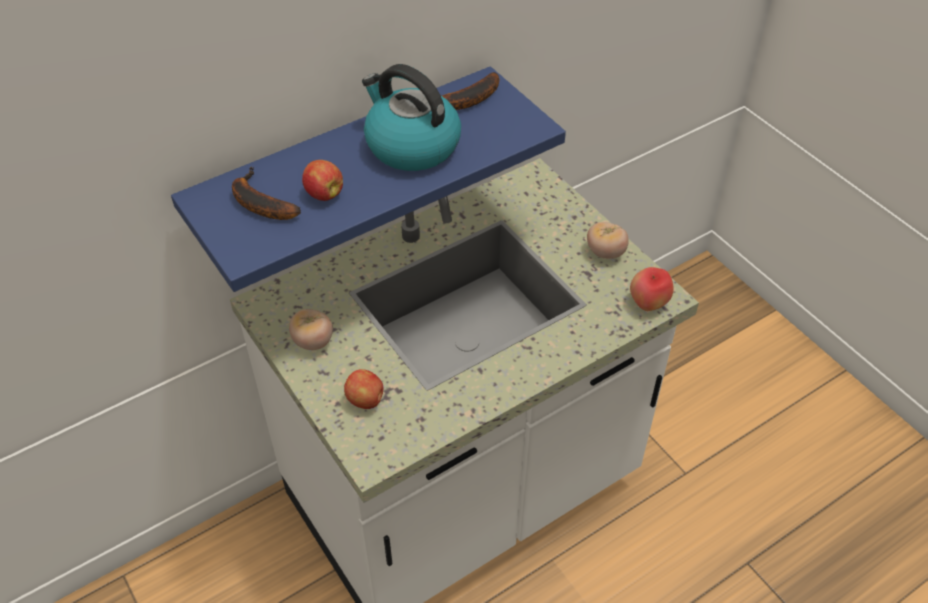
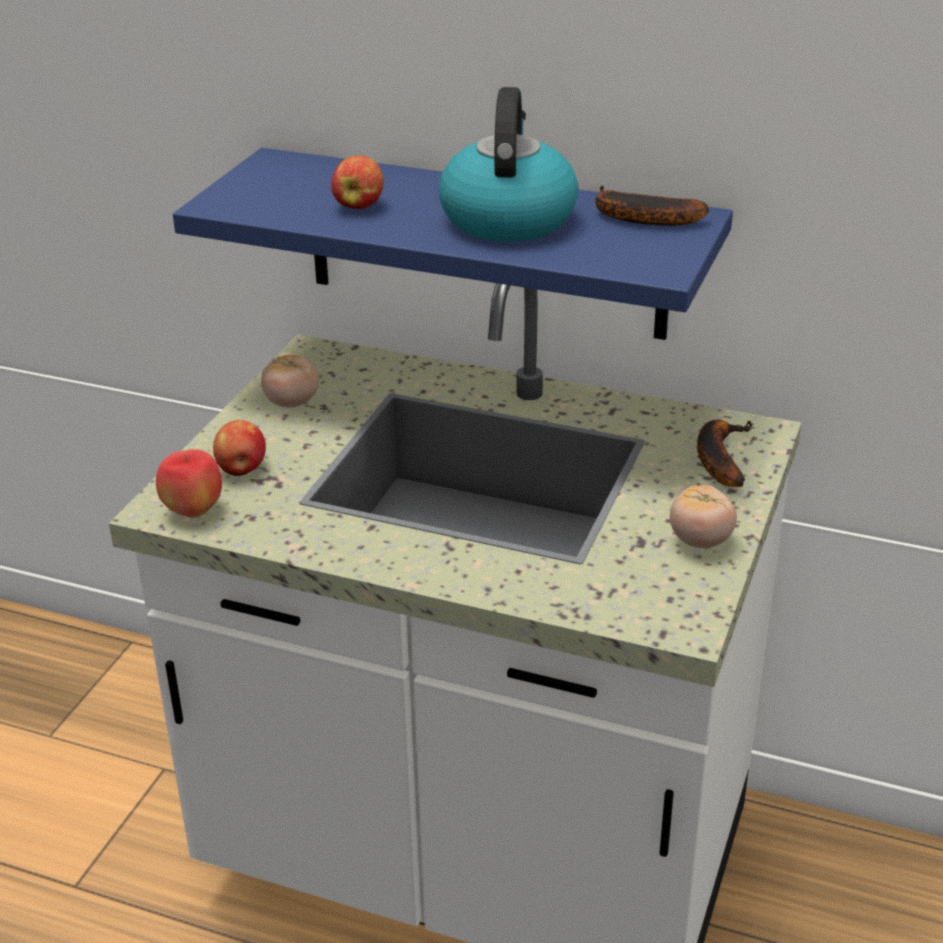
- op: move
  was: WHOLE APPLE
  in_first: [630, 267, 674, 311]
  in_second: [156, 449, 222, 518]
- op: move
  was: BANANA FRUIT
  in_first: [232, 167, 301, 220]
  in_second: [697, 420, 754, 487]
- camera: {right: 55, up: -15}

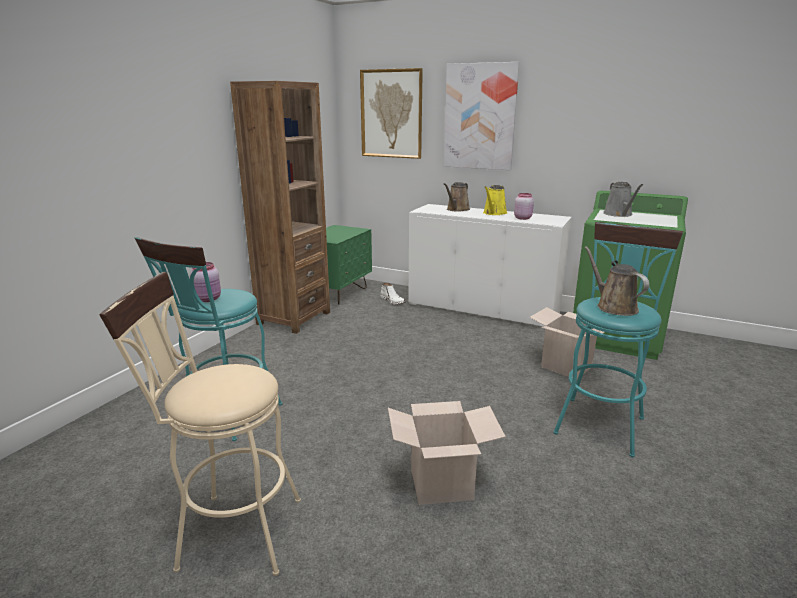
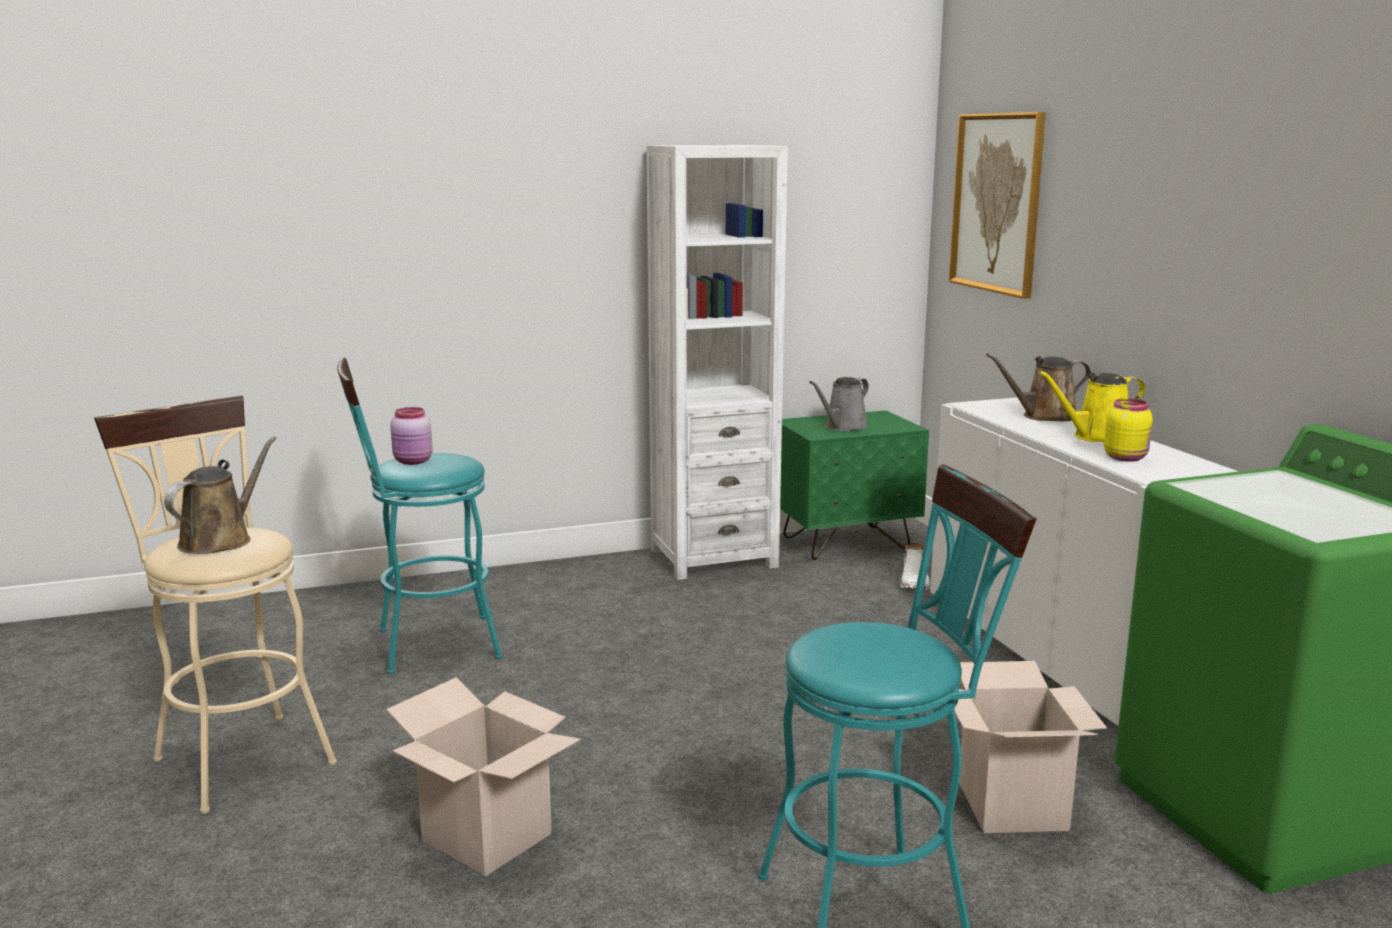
- op: move
  was: BROWNISH WATERING POT
  in_first: [584, 246, 649, 316]
  in_second: [164, 436, 276, 554]
- op: recolor
  was: BROWNISH BOOKSHELF
  now: WHITISH BOOKSHELF
  in_first: [230, 81, 330, 334]
  in_second: [646, 145, 788, 580]
- op: move
  was: GRAY WATERING POT
  in_first: [603, 182, 643, 217]
  in_second: [809, 377, 869, 431]
- op: recolor
  was: PINKISH JAR
  now: YELLOW JAR
  in_first: [514, 193, 534, 220]
  in_second: [1104, 398, 1153, 462]
- op: delete
  was: WALL PICTURE
  in_first: [444, 62, 519, 170]
- camera: {right: 45, up: -5}

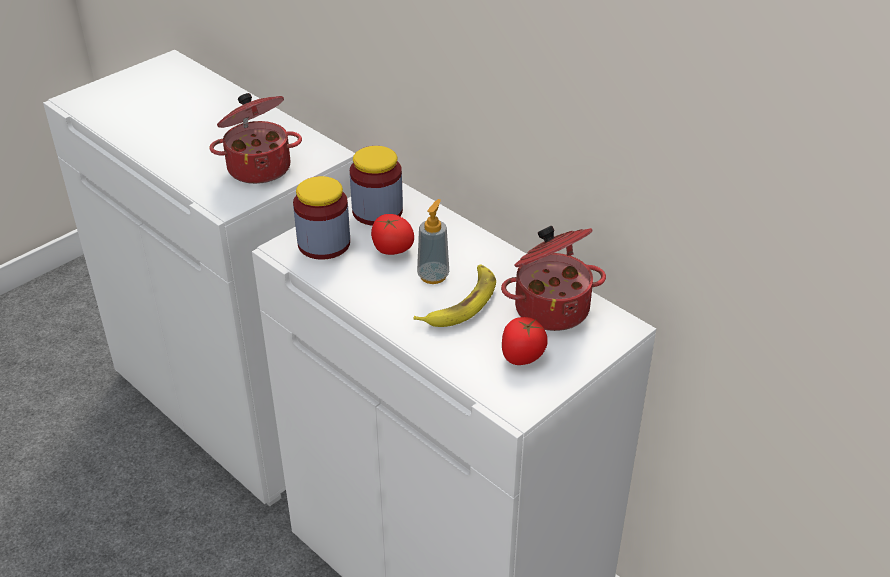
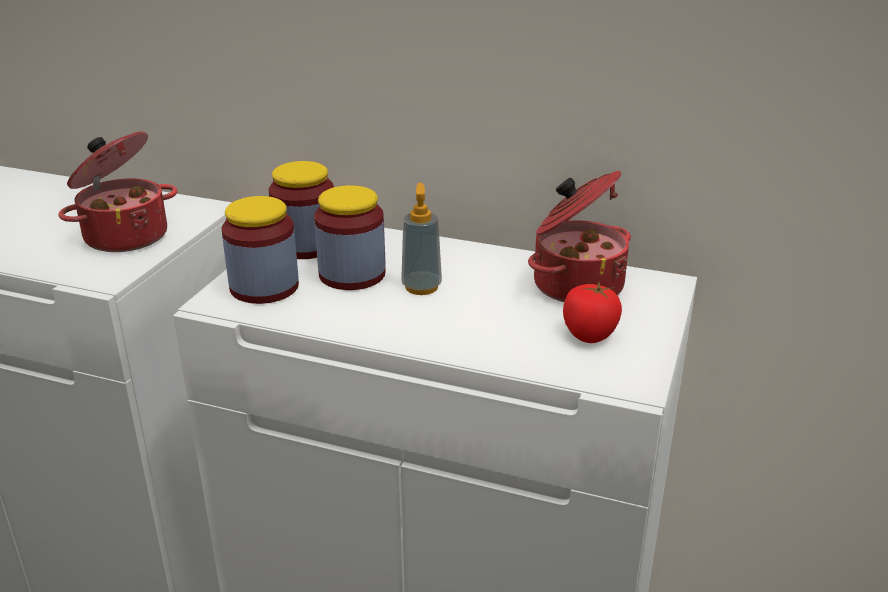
- op: replace
  was: WHOLE TOMATO
  now: JAR
  in_first: [371, 214, 414, 255]
  in_second: [314, 185, 386, 290]
- op: delete
  was: BANANA FRUIT
  in_first: [413, 265, 496, 327]
- camera: {right: -25, up: -10}

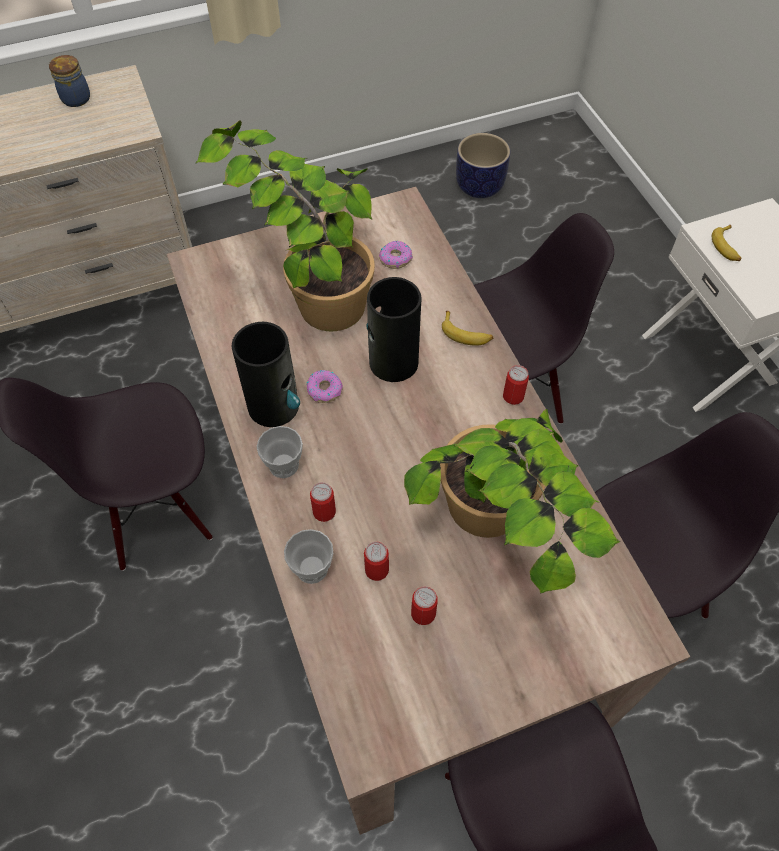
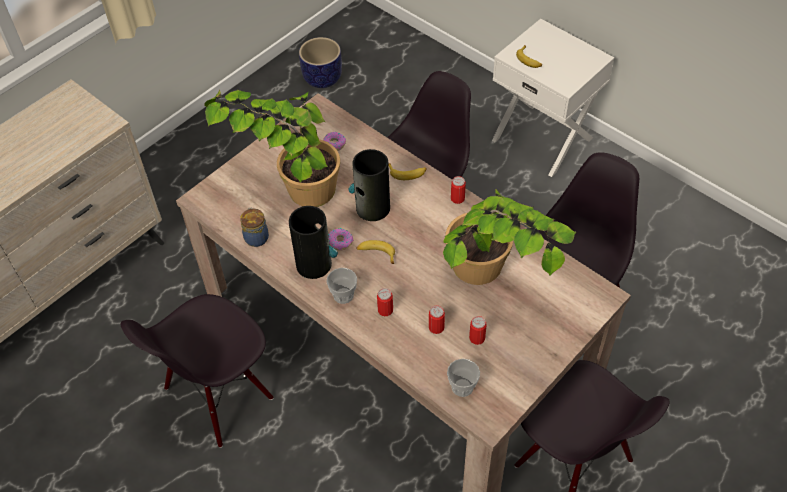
- op: move
  was: JAR
  in_first: [49, 55, 90, 107]
  in_second: [240, 208, 269, 247]
- op: insert
  now: BANANA FRUIT
  in_second: [356, 240, 395, 264]
- op: move
  was: SMALL CUP
  in_first: [284, 529, 333, 584]
  in_second: [447, 359, 480, 397]
- camera: {right: -25, up: -5}

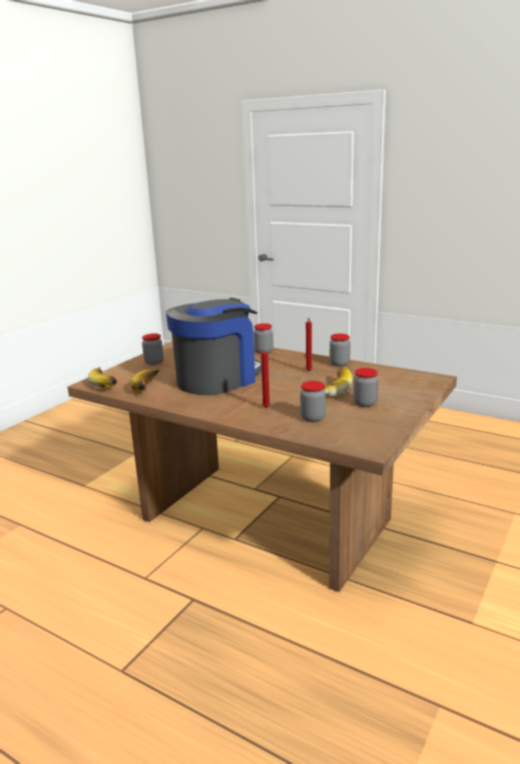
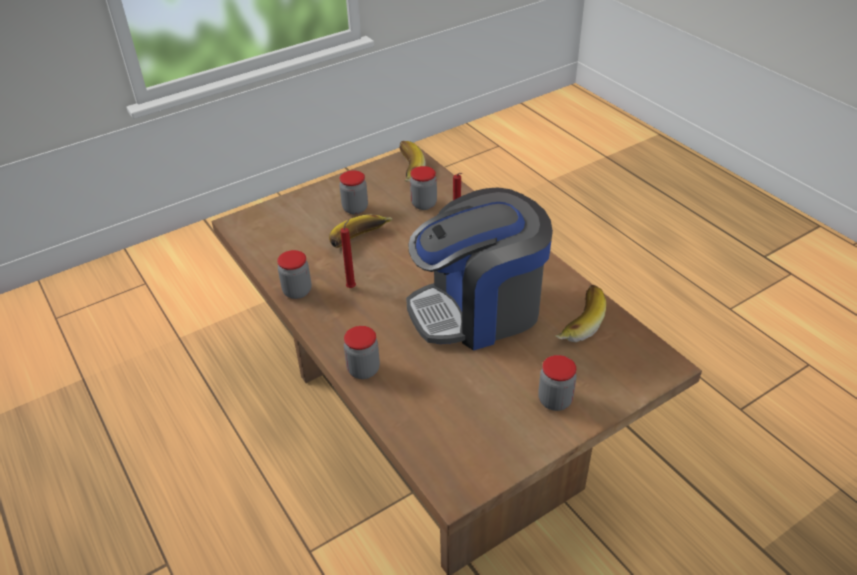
- op: move
  was: BANANA FRUIT
  in_first: [88, 367, 117, 389]
  in_second: [399, 141, 426, 182]
- camera: {right: -155, up: 20}

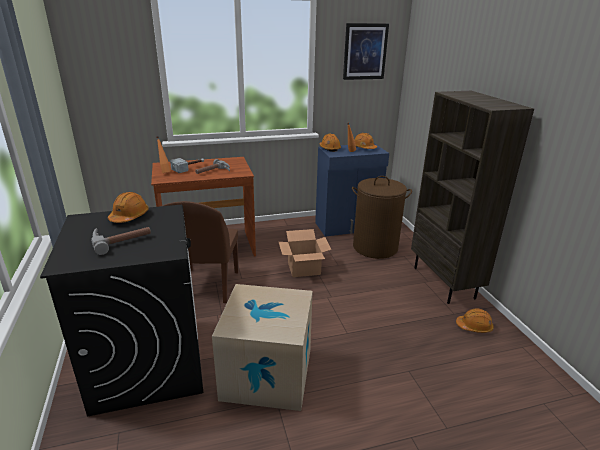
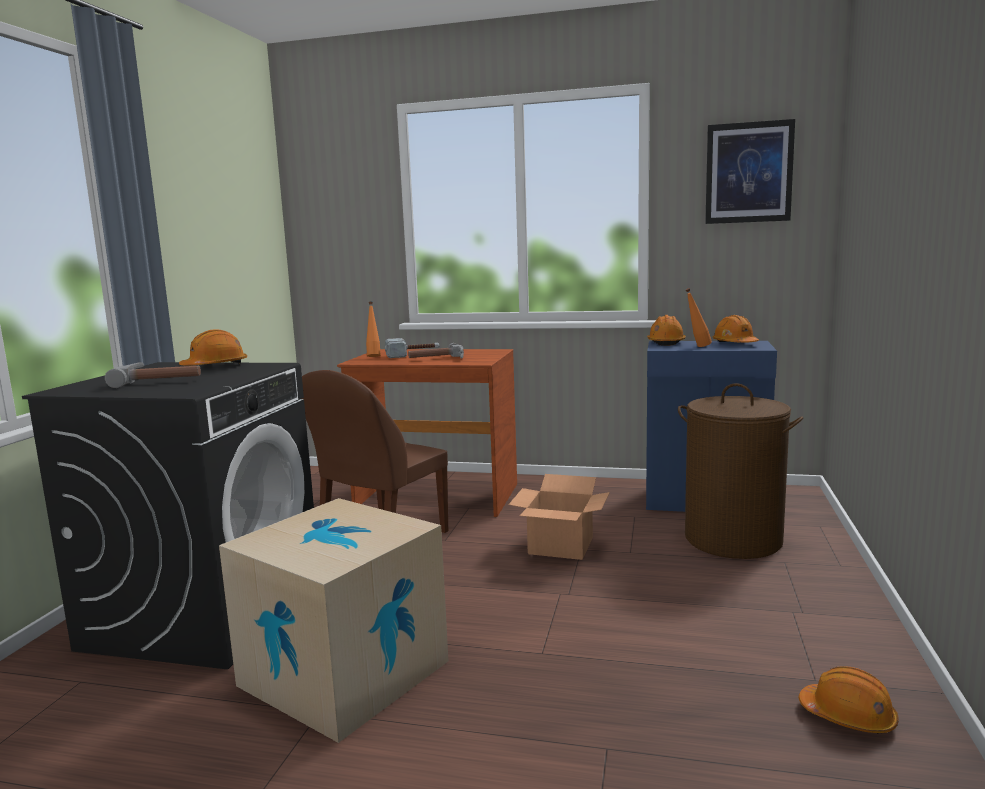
- op: delete
  was: BROWNISH BOOKSHELF
  in_first: [411, 91, 534, 304]
- camera: {right: 30, up: -15}

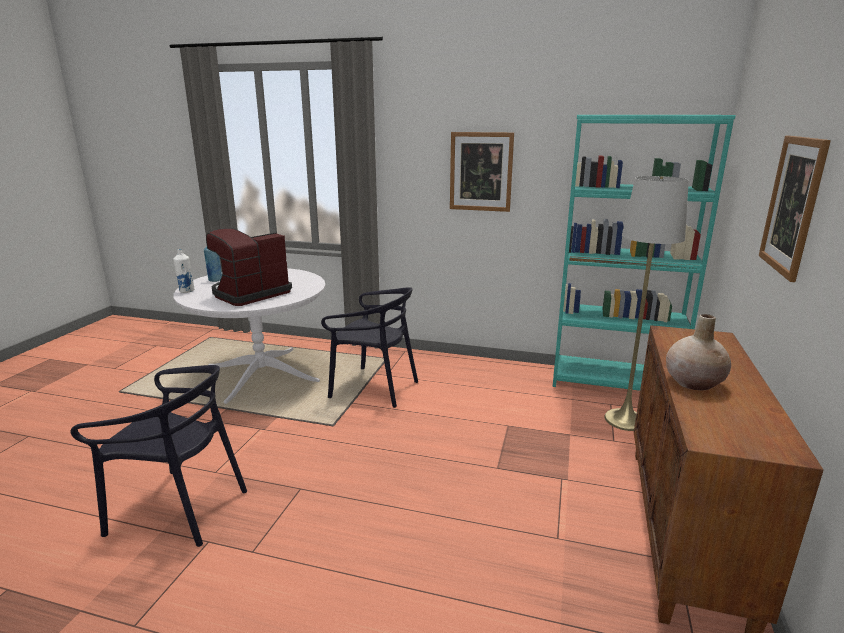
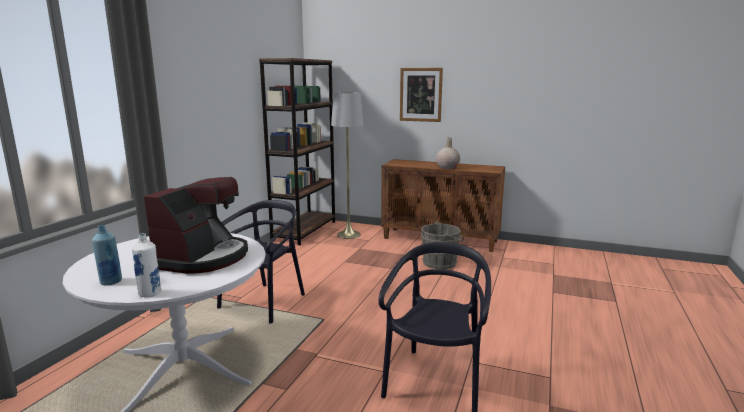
- op: rotate
  was: COFFEE MACHINE
  in_first: [206, 228, 292, 306]
  in_second: [144, 177, 248, 274]
  clockwise: -120
- op: recolor
  was: TURQUOISE BOOKSHELF
  now: BROWNISH BOOKSHELF
  in_first: [553, 115, 736, 391]
  in_second: [259, 58, 335, 245]
- op: insert
  now: GRAY WATER BUCKET
  in_second: [421, 222, 465, 269]
- op: delete
  was: WALL PICTURE
  in_first: [450, 132, 514, 212]
- camera: {right: -85, up: -5}

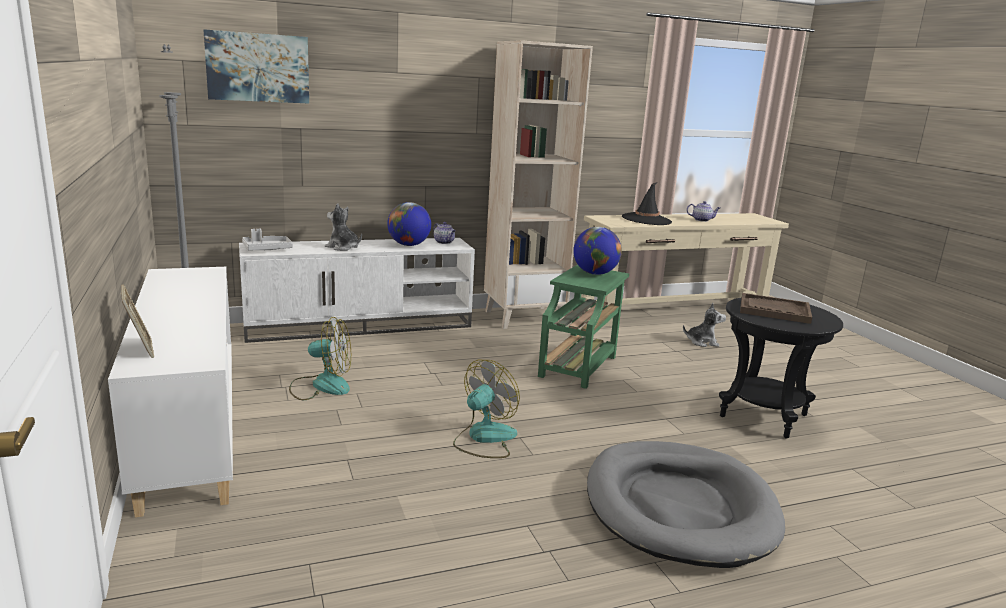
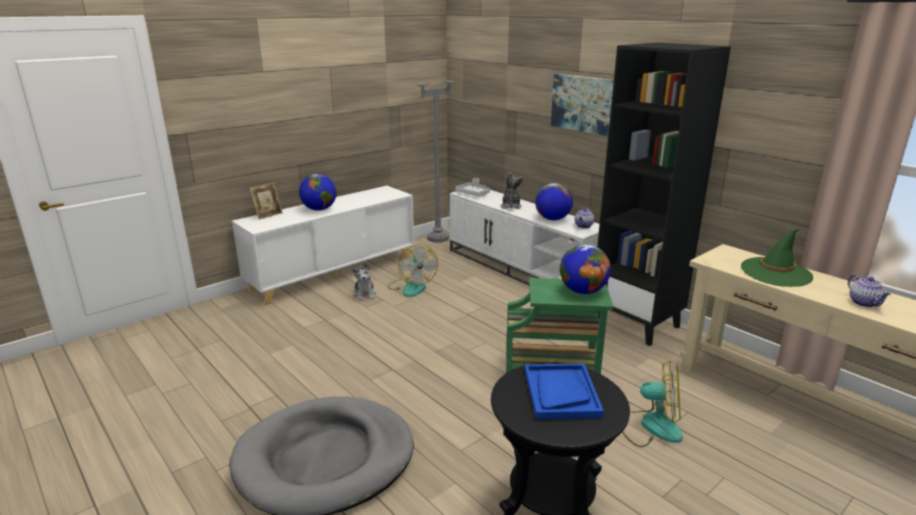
- op: insert
  now: DESK GLOBE
  in_second: [299, 174, 337, 211]
- op: move
  was: CUDDLY TOY
  in_first: [683, 303, 726, 347]
  in_second: [351, 263, 376, 301]
- op: recolor
  was: BROWNISH TRAY
  now: BLUE-COLOURED TRAY
  in_first: [740, 293, 812, 324]
  in_second: [525, 363, 604, 419]
- op: move
  was: WALL PICTURE
  in_first: [203, 29, 309, 103]
  in_second: [551, 74, 614, 136]
- op: recolor
  was: BEIGE-COLOURED BOOKSHELF
  now: BLACK BOOKSHELF
  in_first: [484, 40, 593, 329]
  in_second: [597, 42, 731, 346]
- op: move
  was: ELECTRIC FAN
  in_first: [453, 360, 520, 458]
  in_second: [622, 360, 683, 447]
- op: recolor
  was: BLACK WEARABLE HAT
  now: GREENISH WEARABLE HAT
  in_first: [622, 182, 672, 225]
  in_second: [741, 229, 813, 287]
- camera: {right: 70, up: 5}

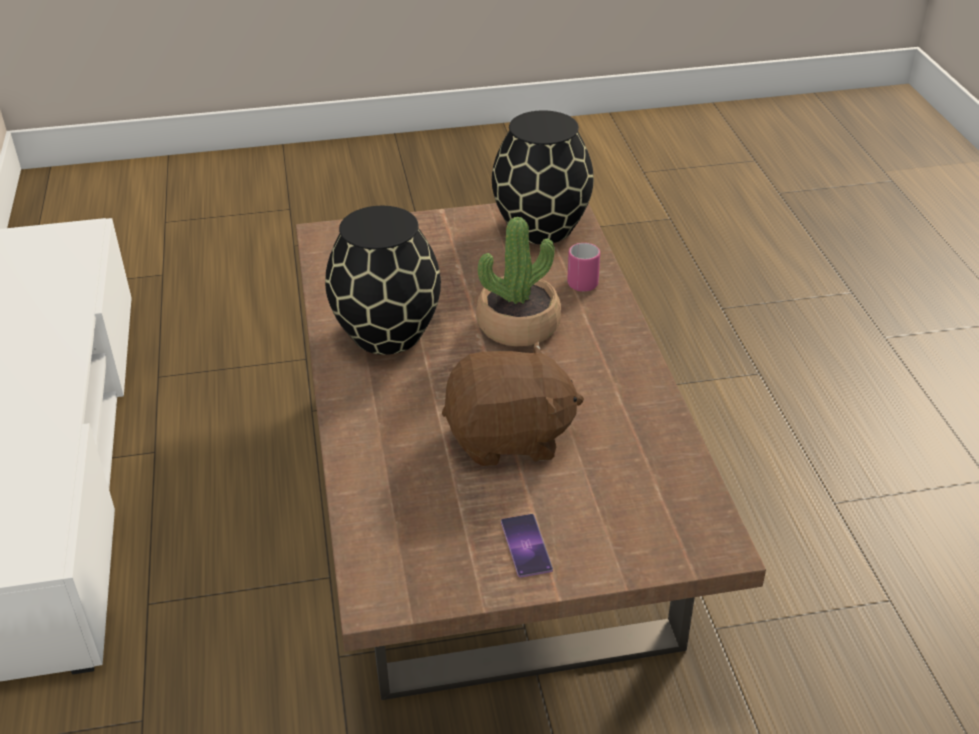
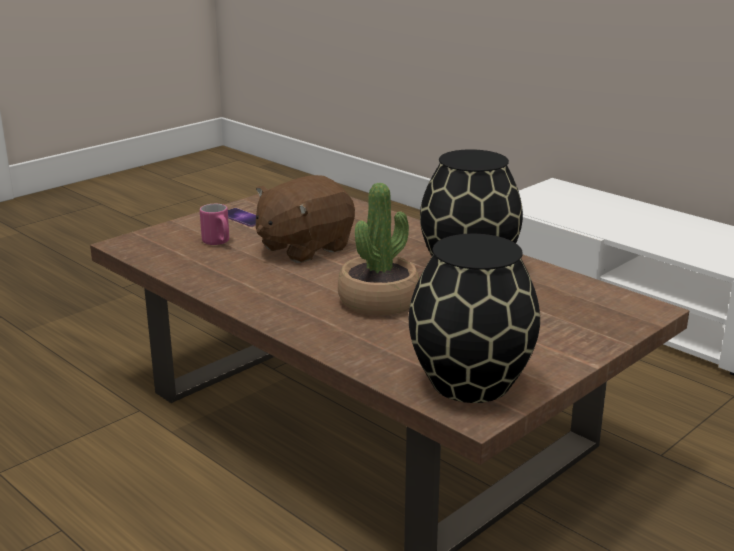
- op: move
  was: PINKISH TEA MUG
  in_first: [567, 243, 600, 292]
  in_second: [200, 204, 229, 245]
- camera: {right: 145, up: -15}

